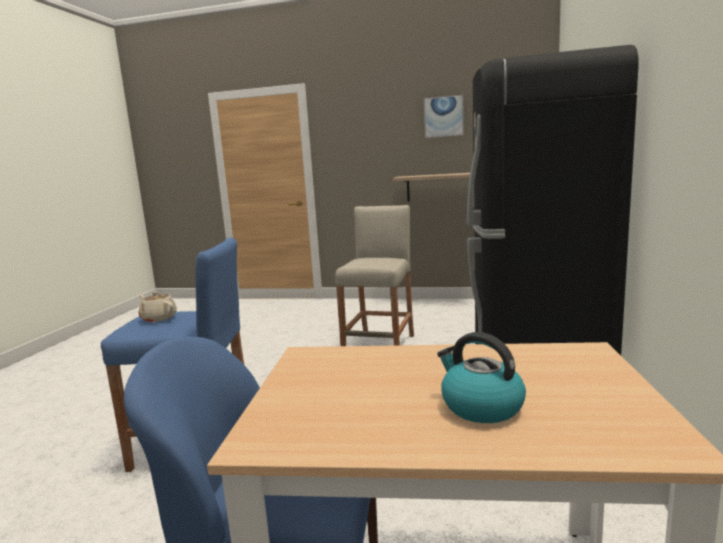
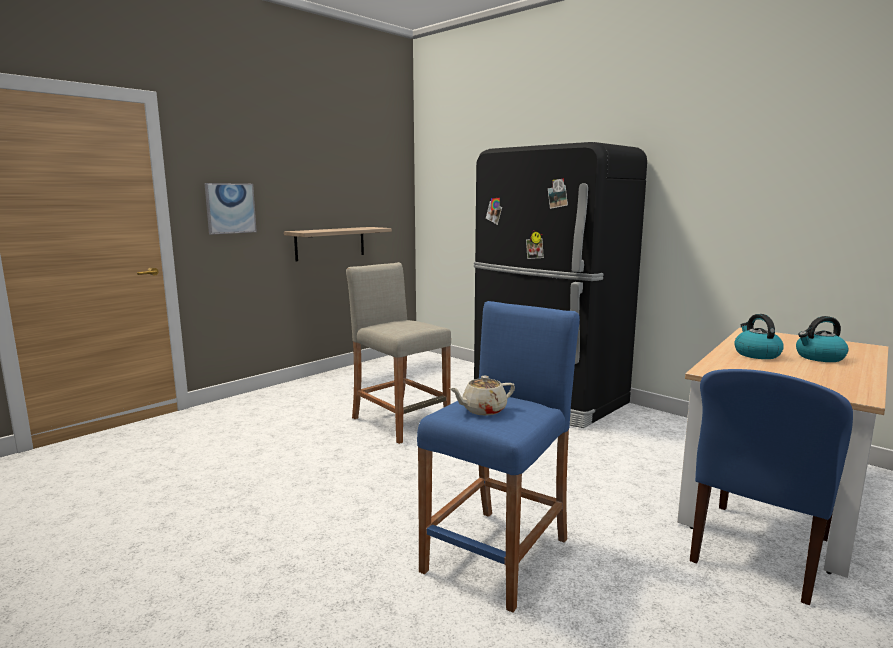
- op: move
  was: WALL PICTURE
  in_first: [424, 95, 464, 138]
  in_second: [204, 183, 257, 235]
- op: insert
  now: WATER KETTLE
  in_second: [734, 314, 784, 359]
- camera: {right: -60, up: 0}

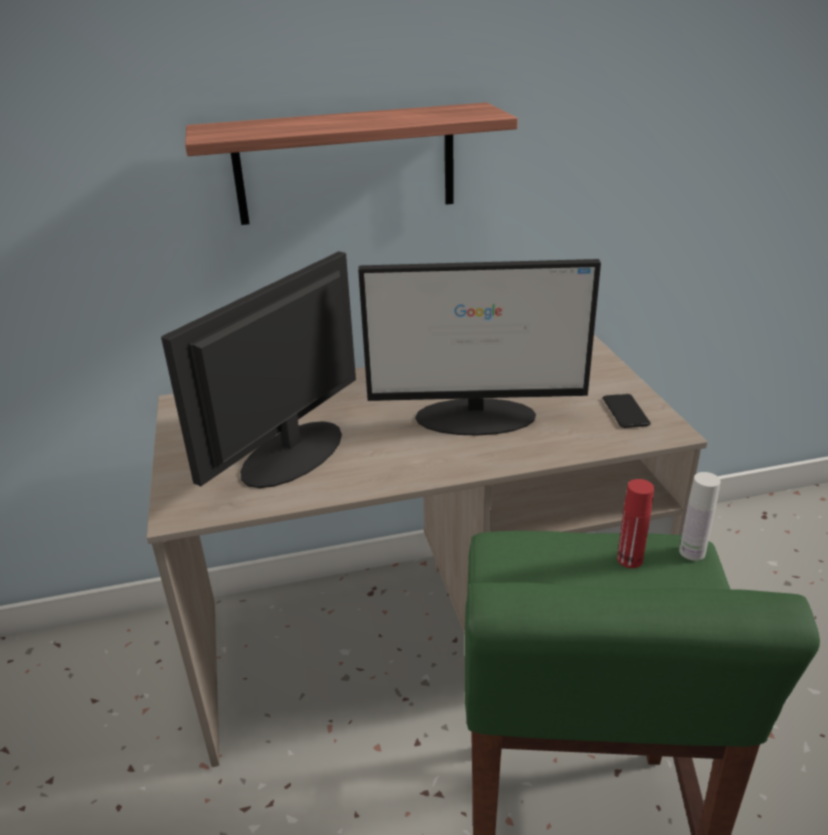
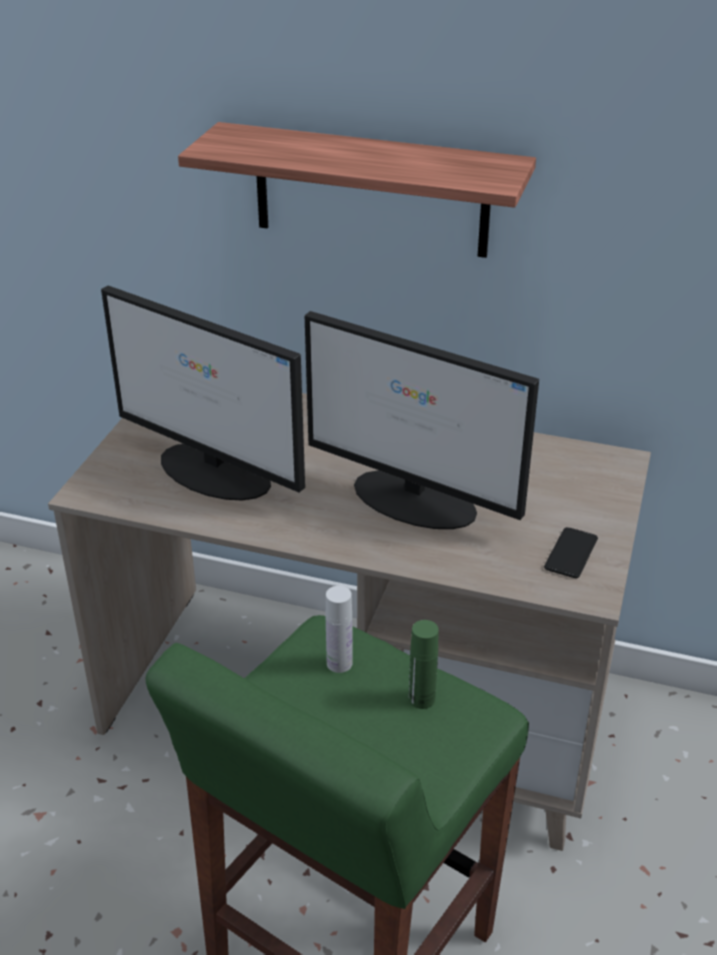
- op: rotate
  was: COMPUTER DISPLAY
  in_first: [161, 251, 356, 488]
  in_second: [101, 285, 305, 500]
  clockwise: -120
- op: move
  was: WHITISH DRINK BOTTLE
  in_first: [679, 472, 721, 561]
  in_second: [326, 586, 352, 673]
- op: recolor
  was: REDDISH DRINK BOTTLE
  now: GREENISH DRINK BOTTLE
  in_first: [617, 479, 654, 568]
  in_second: [409, 620, 439, 709]
- camera: {right: 30, up: 5}

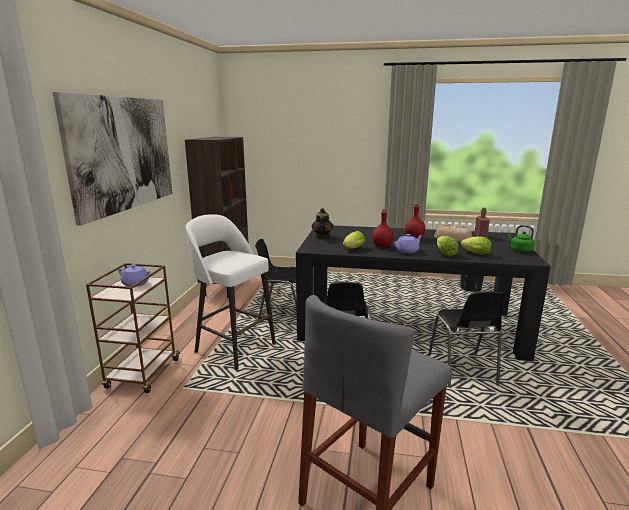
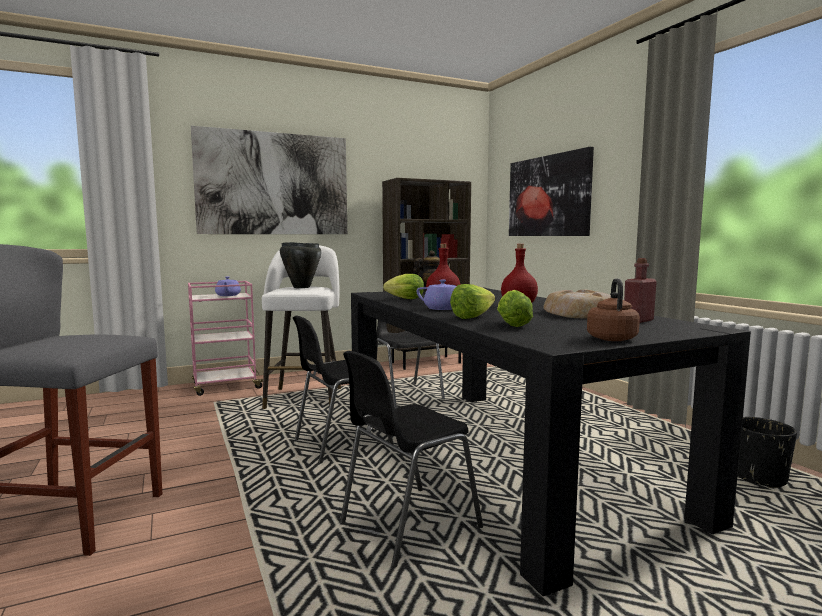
- op: recolor
  was: BROWNISH CART
  now: PINKISH CART
  in_first: [86, 263, 181, 393]
  in_second: [188, 281, 263, 396]
- op: insert
  now: BLACK SAUCEPOT
  in_second: [280, 242, 321, 288]
- op: insert
  now: WALL PICTURE
  in_second: [509, 147, 594, 236]
- op: recolor
  was: GREENISH WATER KETTLE
  now: BROWNISH WATER KETTLE
  in_first: [507, 225, 535, 252]
  in_second: [587, 278, 640, 341]
- camera: {right: 55, up: -10}

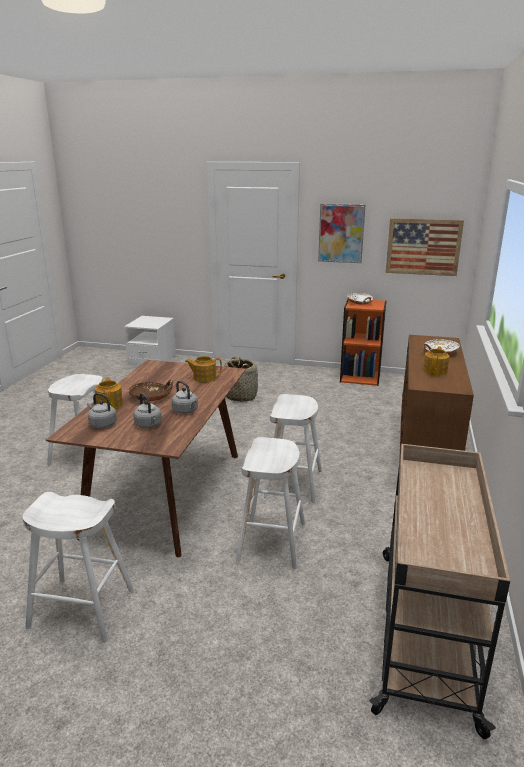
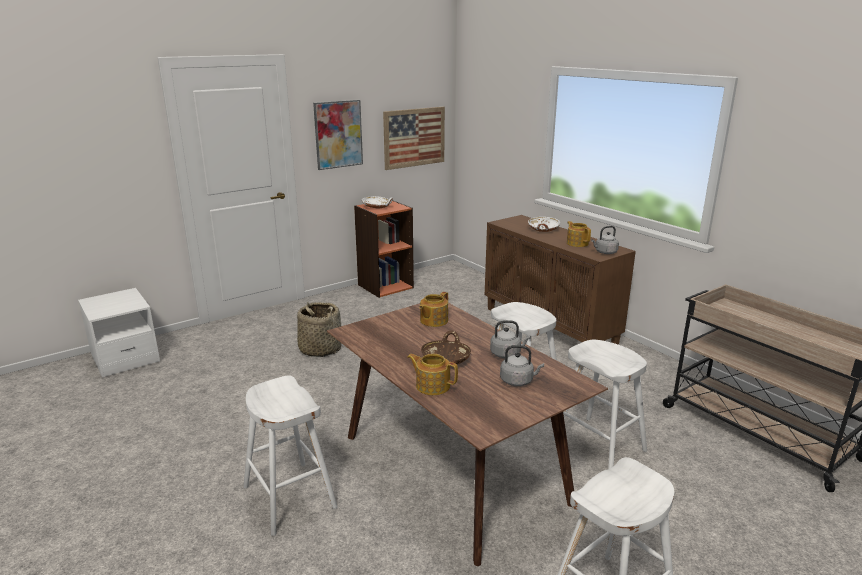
- op: move
  was: GRAY WATER KETTLE
  in_first: [87, 393, 117, 428]
  in_second: [591, 226, 619, 254]
- camera: {right: -50, up: 0}

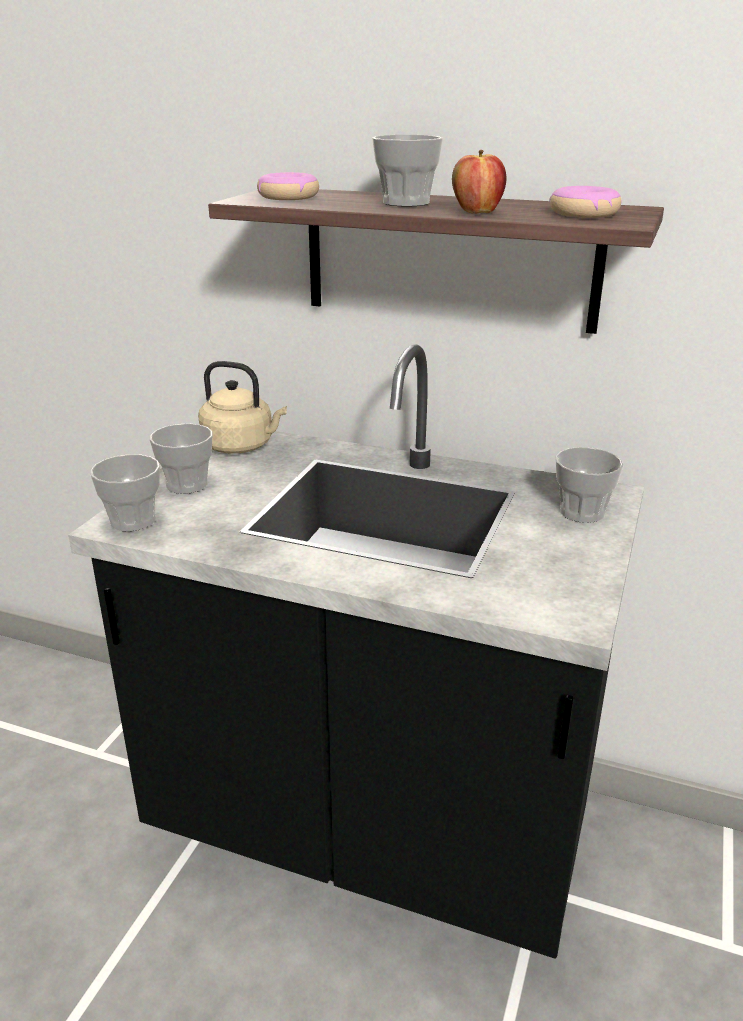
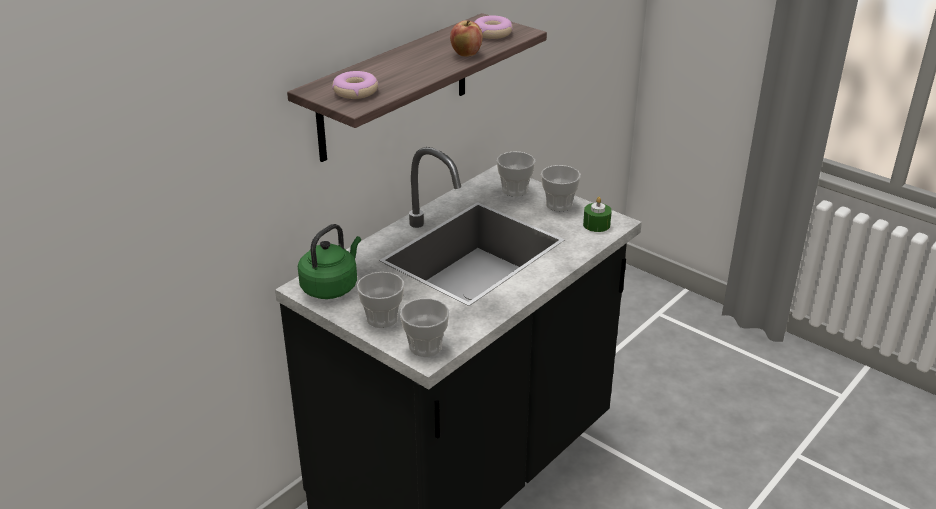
- op: recolor
  was: BEIGE-COLOURED WATER KETTLE
  now: GREENISH WATER KETTLE
  in_first: [198, 361, 287, 454]
  in_second: [298, 224, 361, 299]
- op: move
  was: SMALL CUP
  in_first: [372, 135, 443, 207]
  in_second: [541, 165, 581, 211]
- op: insert
  now: GREENISH WAX CANDLE
  in_second: [583, 197, 612, 232]
- camera: {right: -70, up: 5}

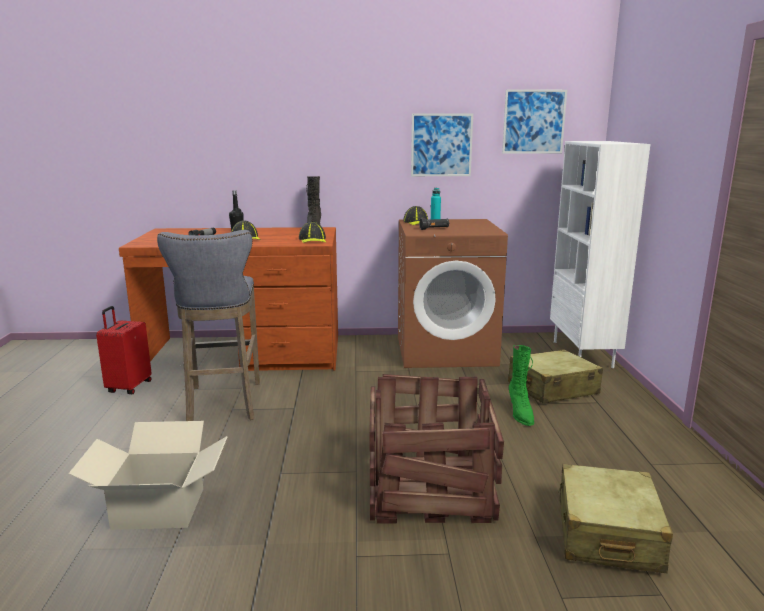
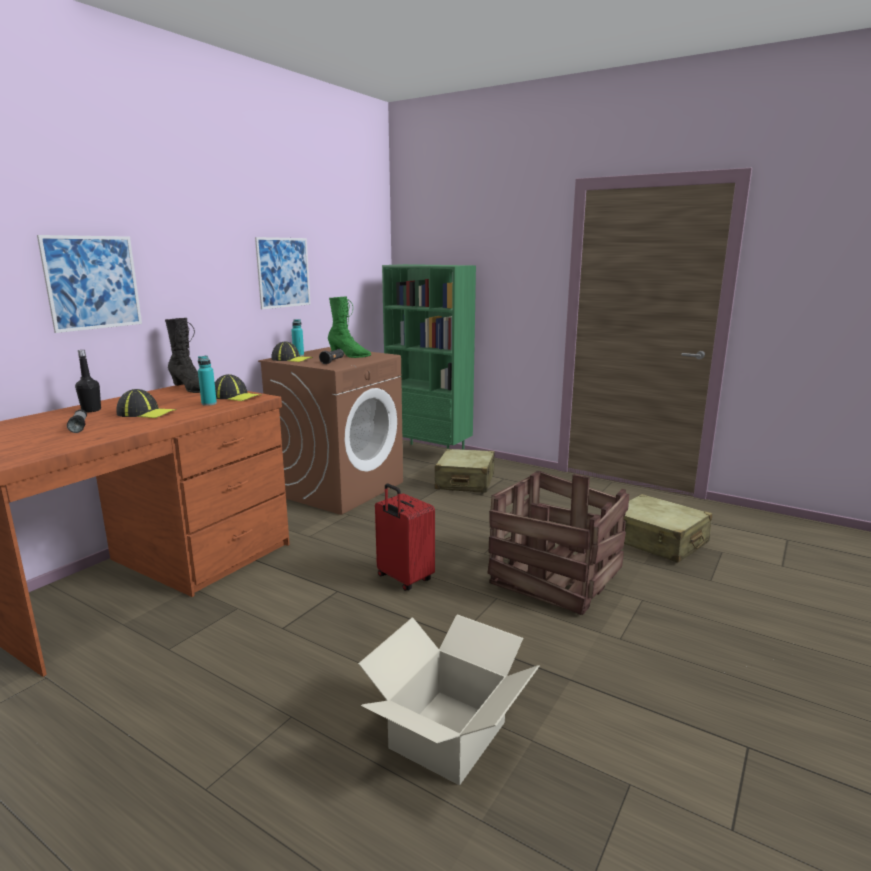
- op: move
  was: WALL PICTURE
  in_first: [502, 90, 567, 154]
  in_second: [37, 235, 142, 333]
- op: insert
  now: TURQUOISE DRINK BOTTLE
  in_second: [198, 356, 217, 406]
- op: move
  was: GREENISH TALL BOOT
  in_first: [509, 345, 534, 426]
  in_second: [328, 297, 371, 358]
- op: move
  was: REDDISH PIECE OF LUGGAGE
  in_first: [96, 306, 152, 394]
  in_second: [375, 484, 435, 591]
- op: recolor
  was: WHITISH BOOKSHELF
  now: GREENISH BOOKSHELF
  in_first: [550, 141, 651, 368]
  in_second: [382, 264, 476, 450]
- op: delete
  was: GRAY SITTING STOOL
  in_first: [157, 230, 260, 421]
- camera: {right: -55, up: 0}

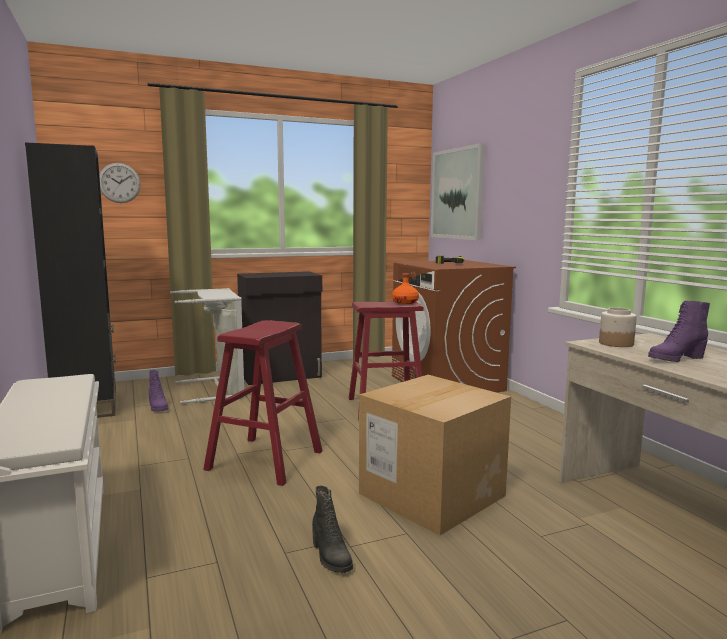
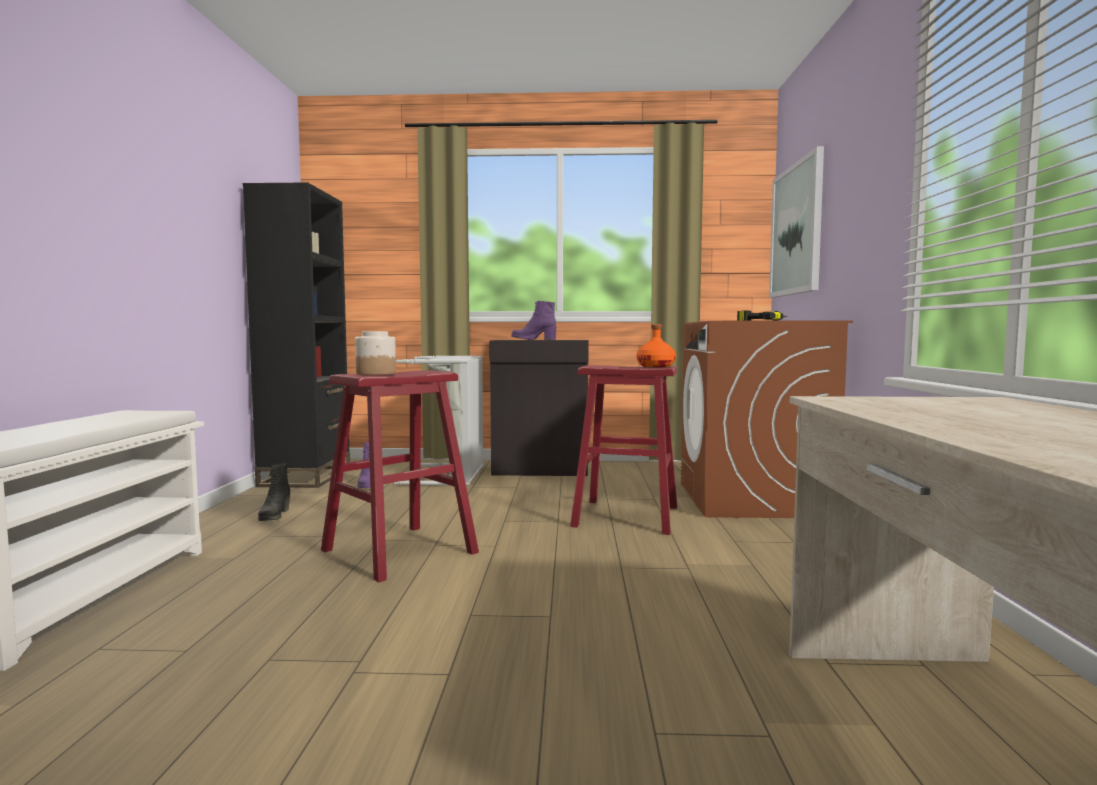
- op: move
  was: BLACK TALL BOOT
  in_first: [312, 486, 353, 573]
  in_second: [258, 463, 290, 521]
- op: move
  was: JAR
  in_first: [599, 307, 637, 347]
  in_second: [355, 331, 396, 375]
- op: move
  was: PURPLE TALL BOOT
  in_first: [648, 301, 710, 362]
  in_second: [511, 301, 556, 340]
- op: delete
  was: CLOCK ON THE WALL
  in_first: [99, 163, 141, 203]
- op: delete
  was: PACKING BOX
  in_first: [359, 375, 511, 535]
- camera: {right: 25, up: -5}

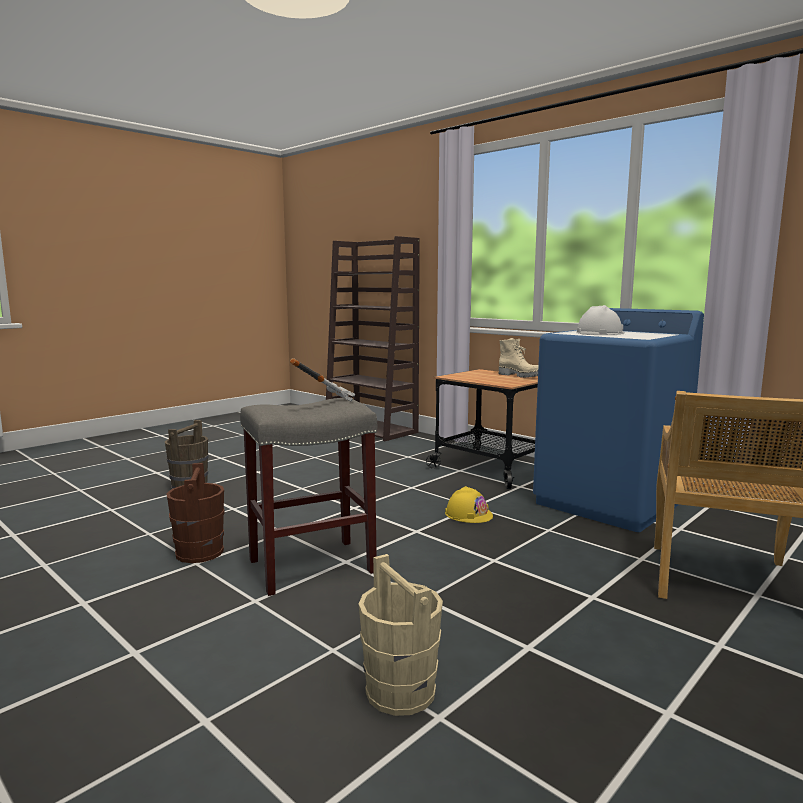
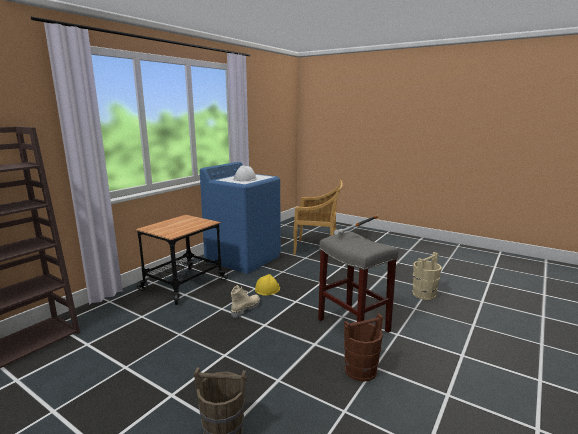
- op: move
  was: BEIGE-COLOURED TALL BOOT
  in_first: [499, 338, 539, 378]
  in_second: [231, 285, 260, 318]
- camera: {right: -100, up: 5}

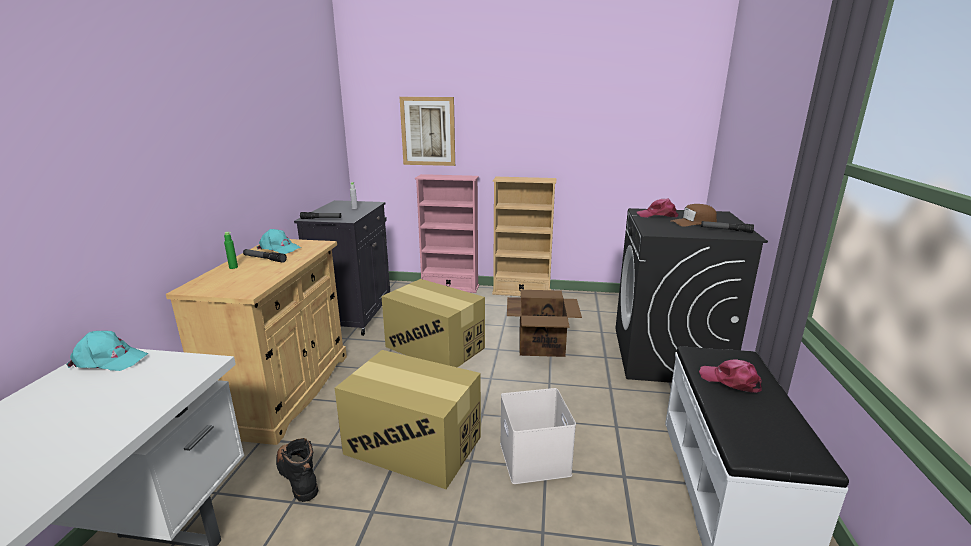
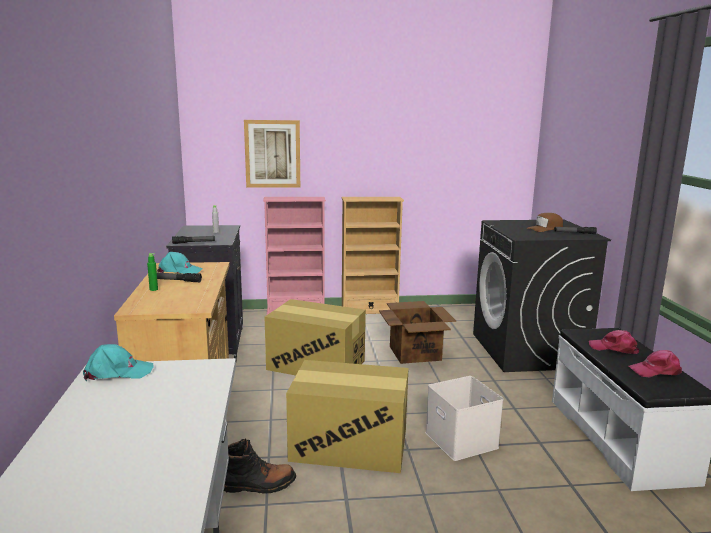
- op: rotate
  was: BLACK TALL BOOT
  in_first: [276, 438, 318, 502]
  in_second: [224, 439, 296, 494]
  clockwise: 135
- op: move
  was: PINKISH BASEBALL CAP
  in_first: [637, 198, 678, 218]
  in_second: [629, 350, 682, 378]
- camera: {right: -15, up: -5}

